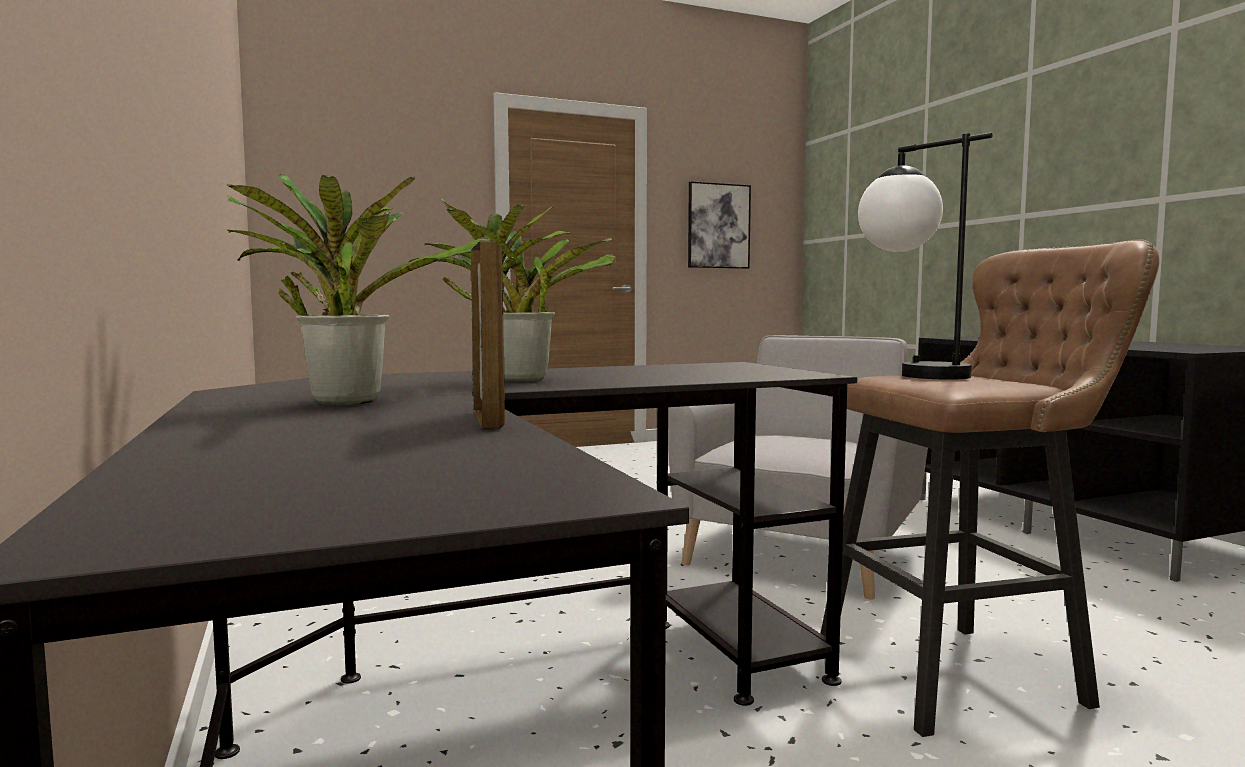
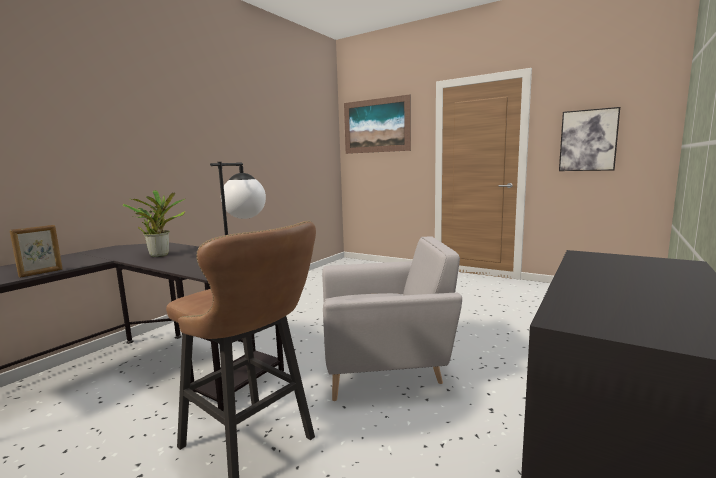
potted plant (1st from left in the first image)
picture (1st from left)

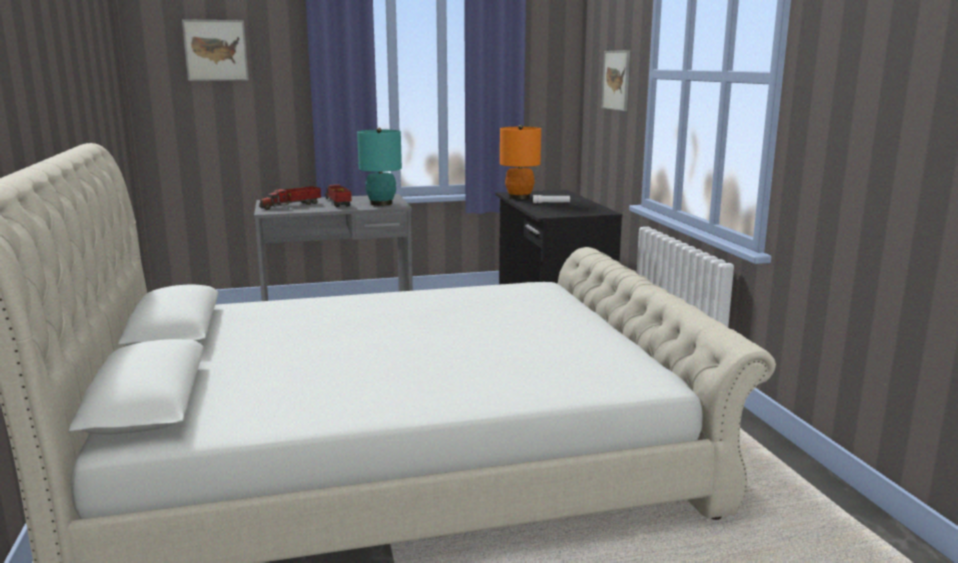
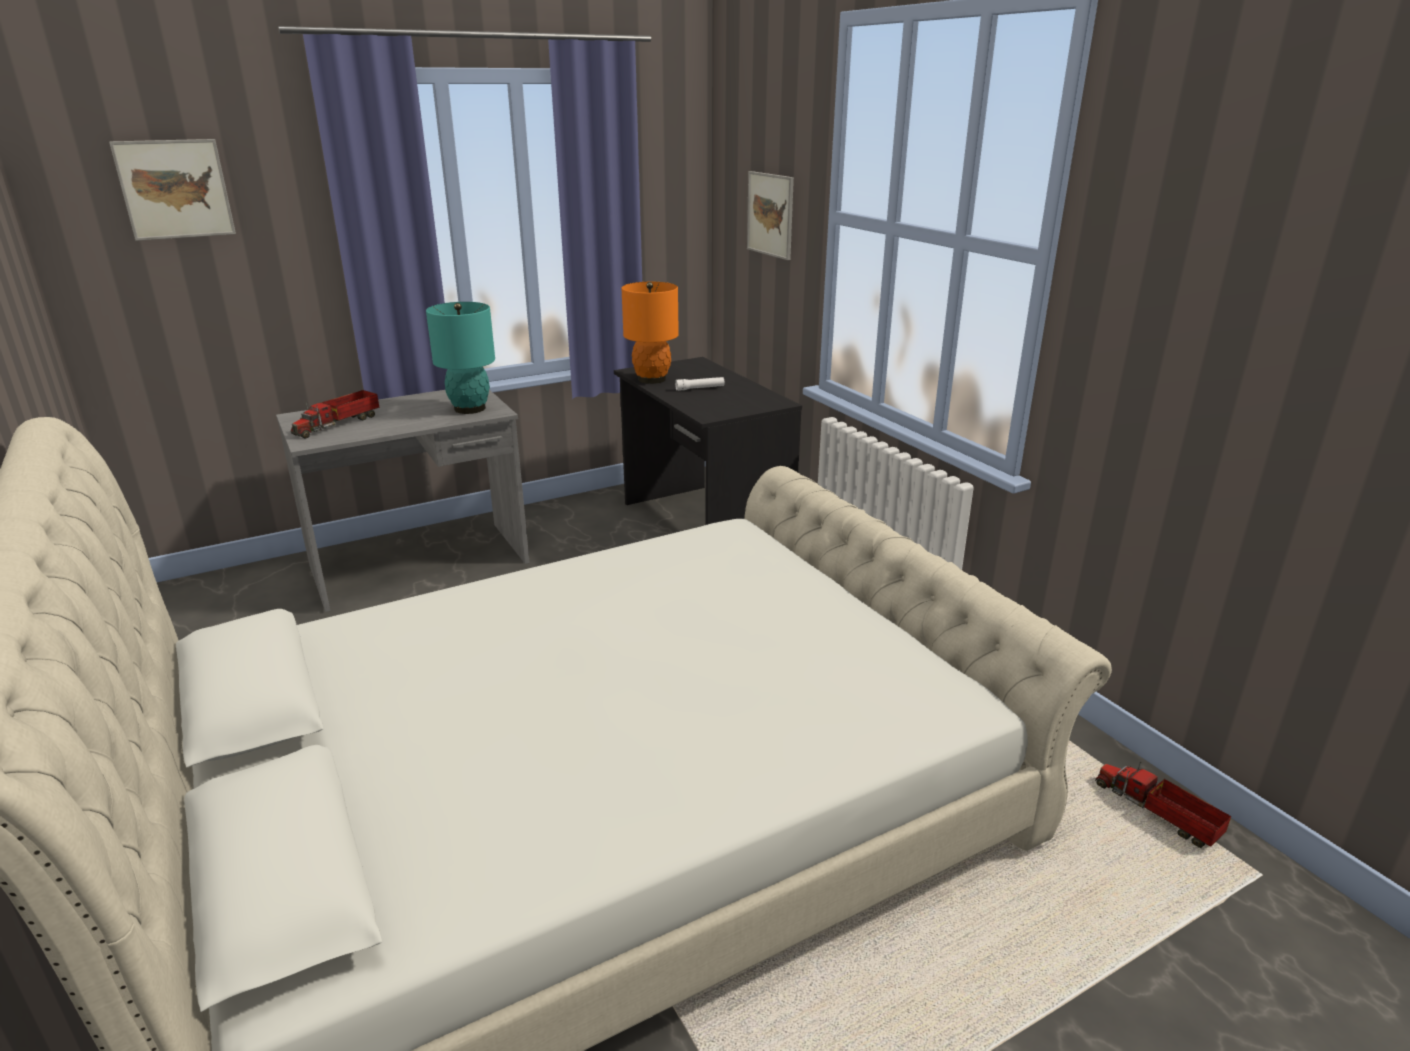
toy truck (2nd from left)

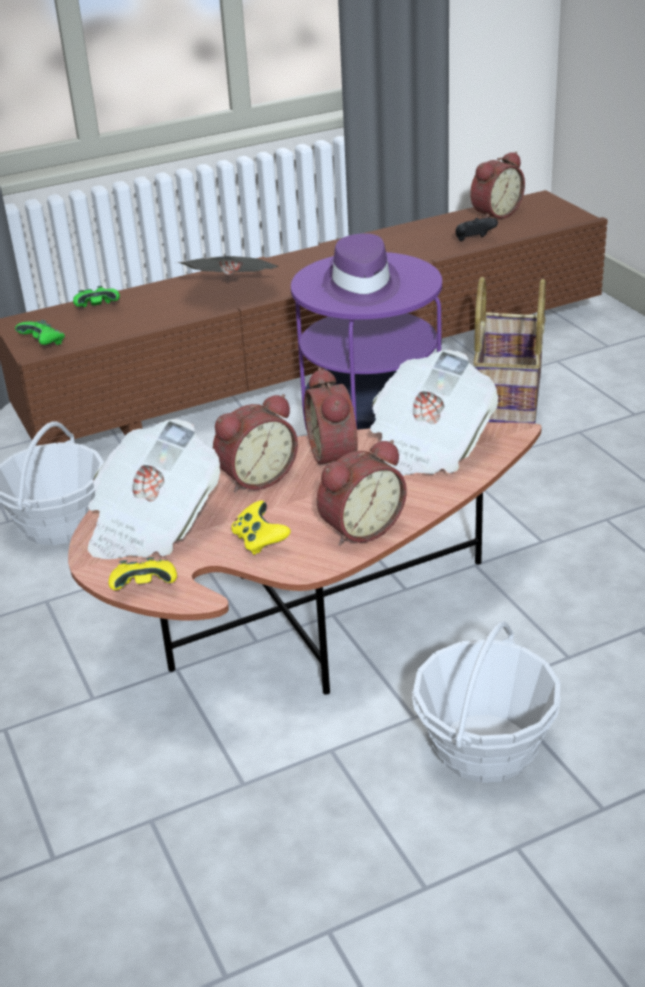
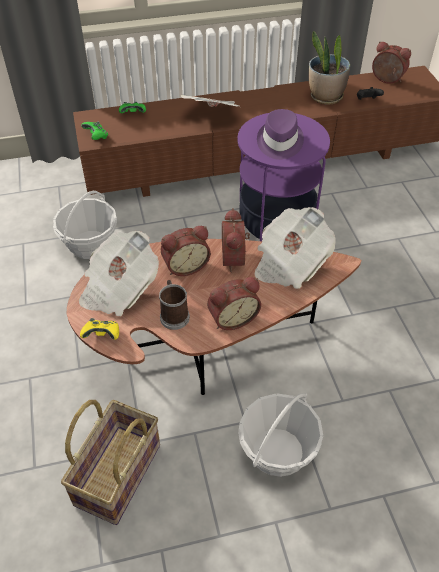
potted plant
basket (2nd from left)
mug
alarm clock (4th from left)

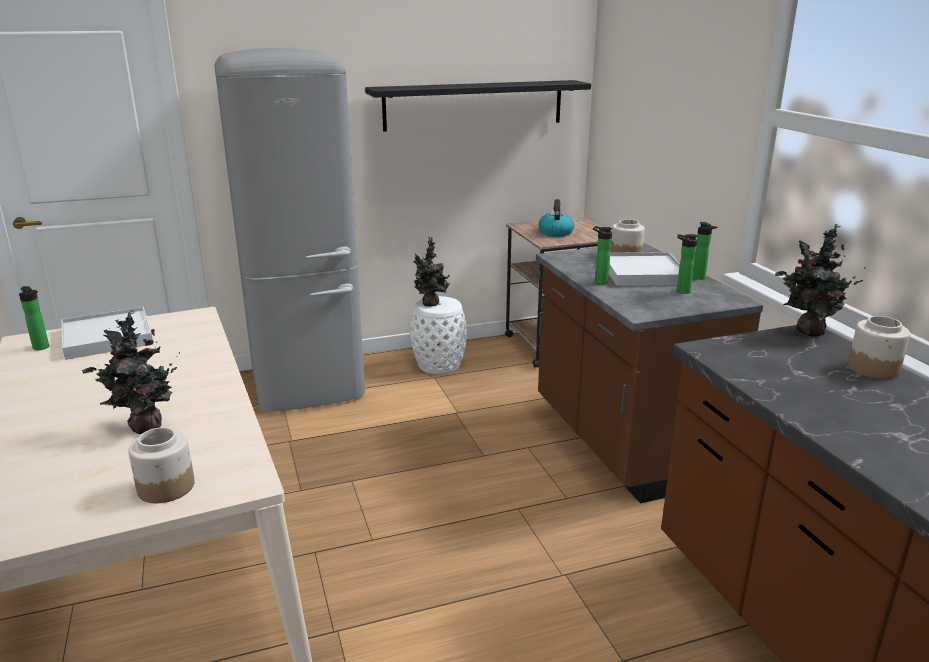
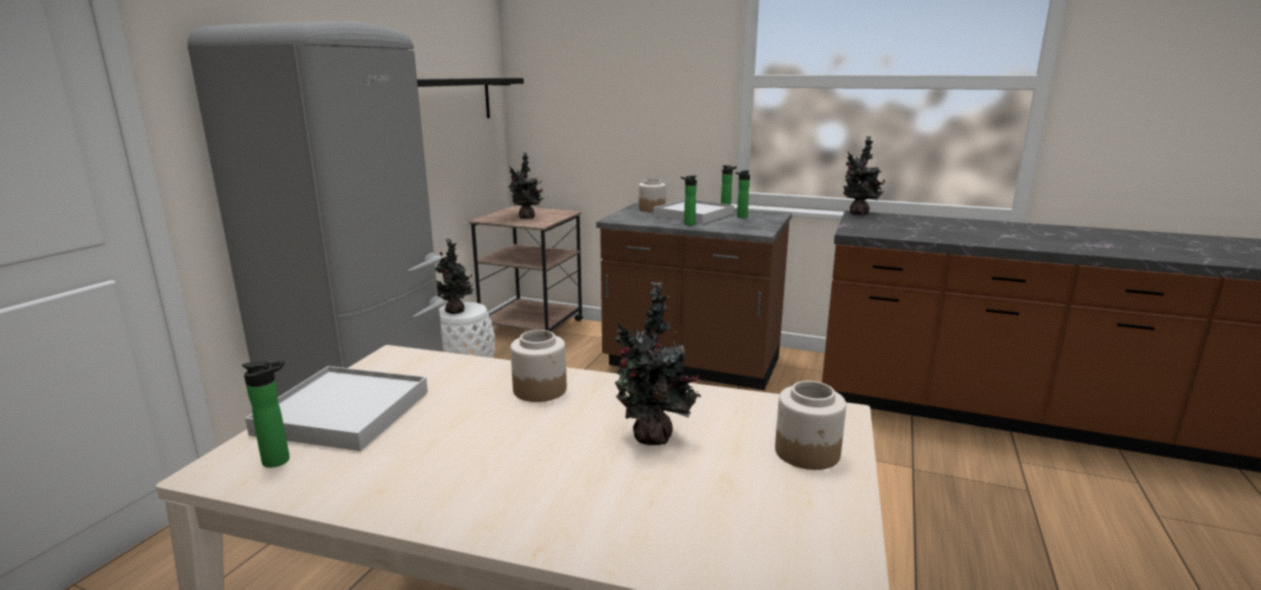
jar (1st from left)
potted plant (2nd from left)

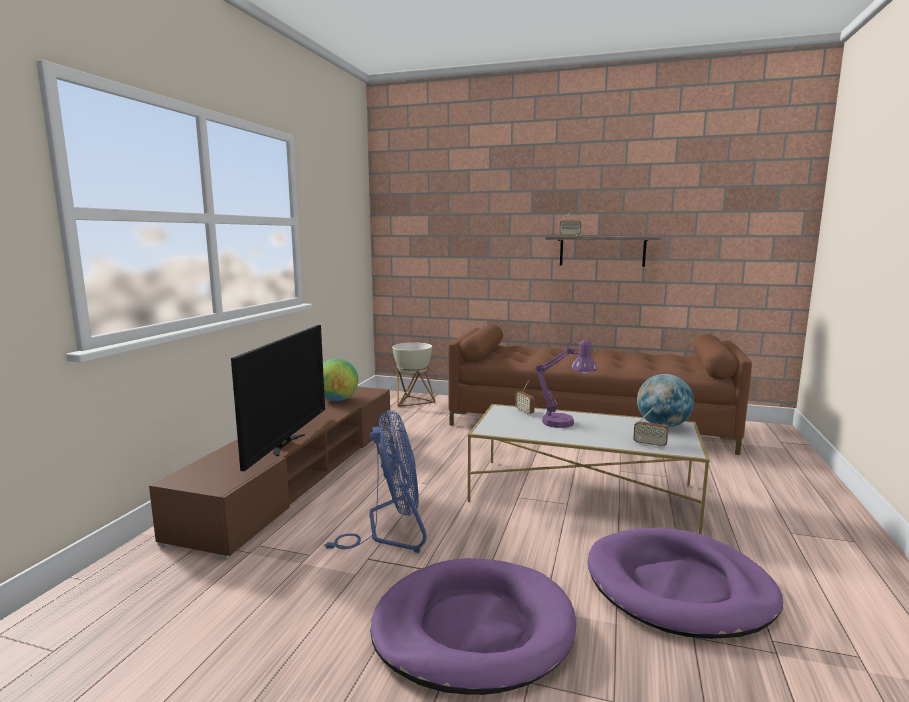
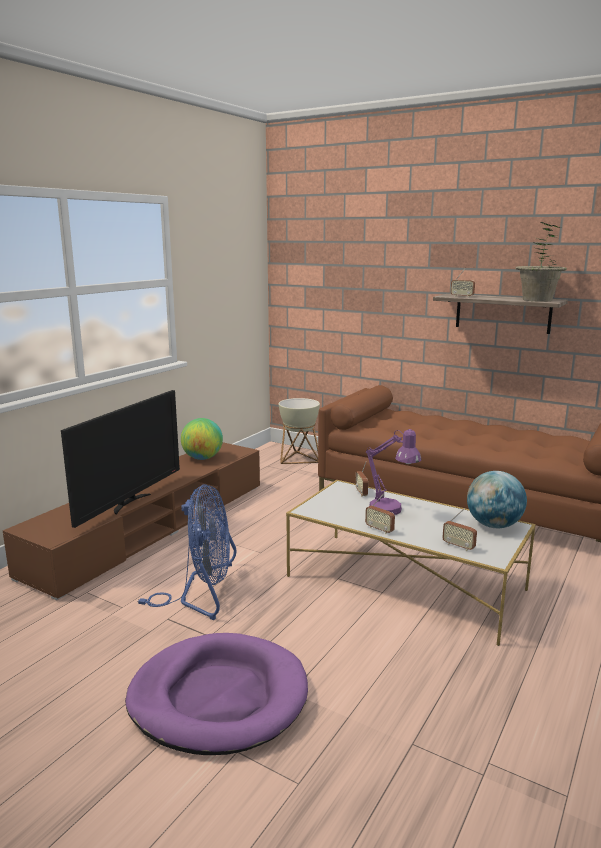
purple dog bed (2nd from left in the first image)
radio (2nd from left)
potted plant

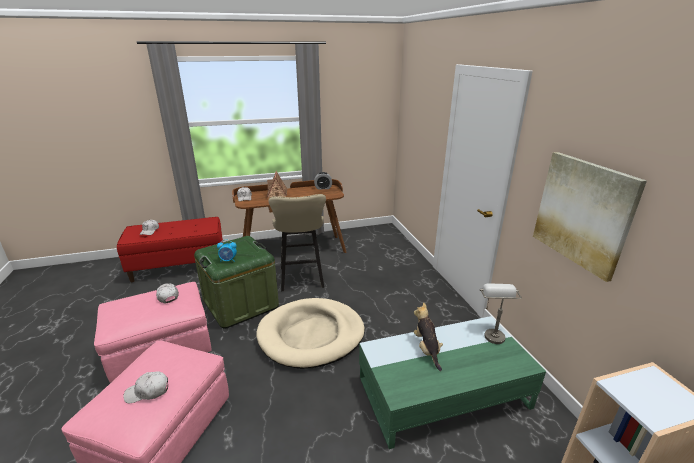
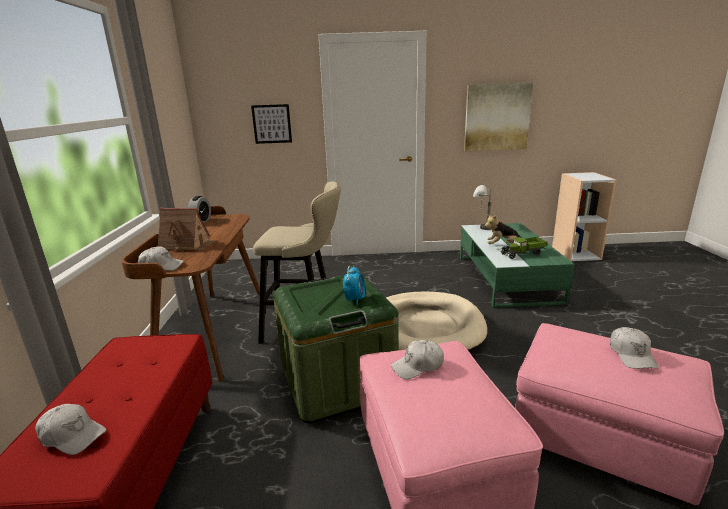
picture (1st from left)
toy truck

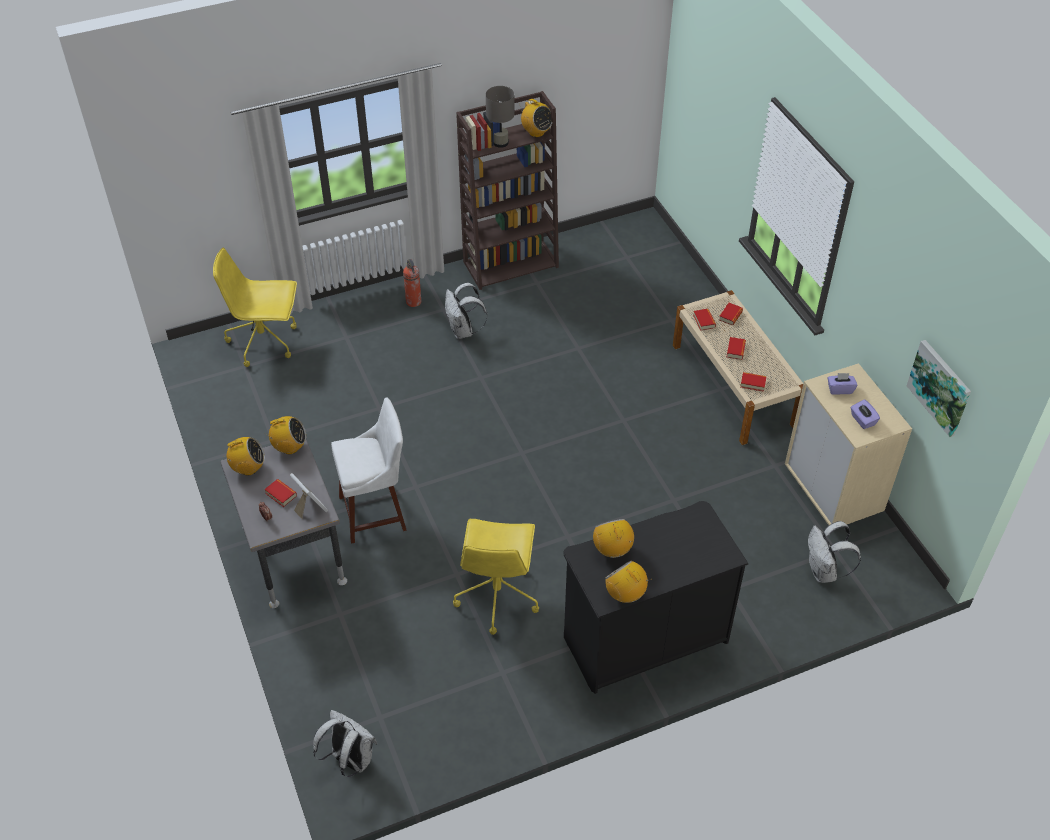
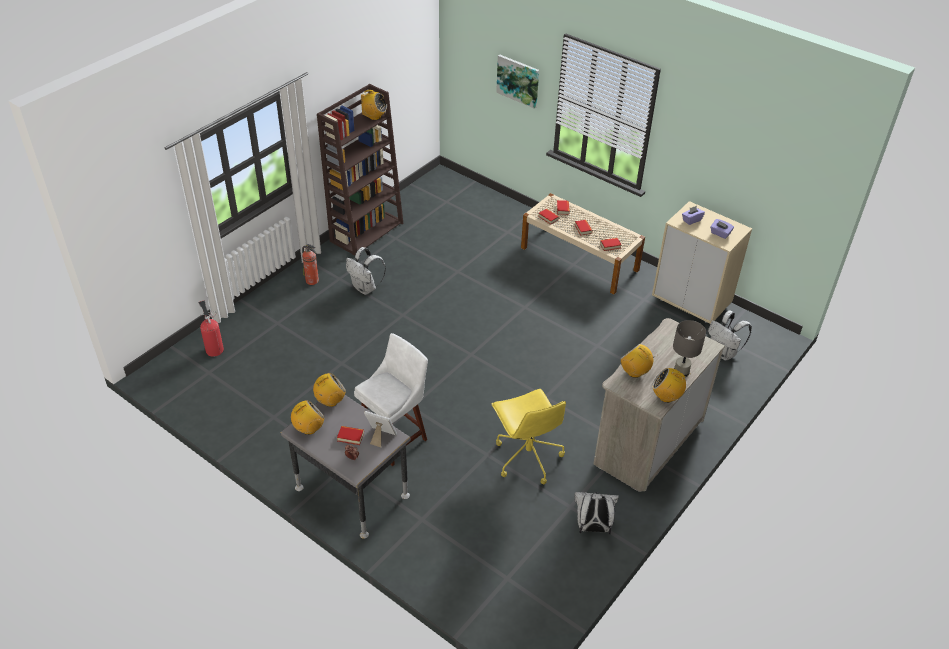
white backpack (2nd from left)
grey table lamp
picture
fire extinguisher (1st from left)
beige dresser

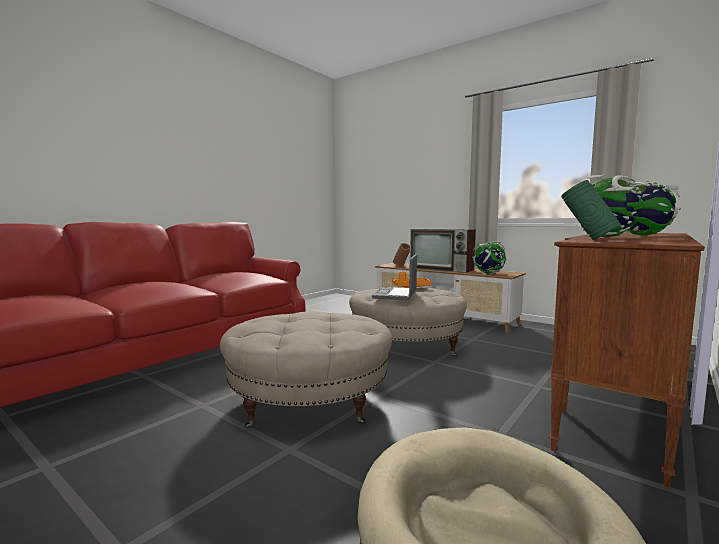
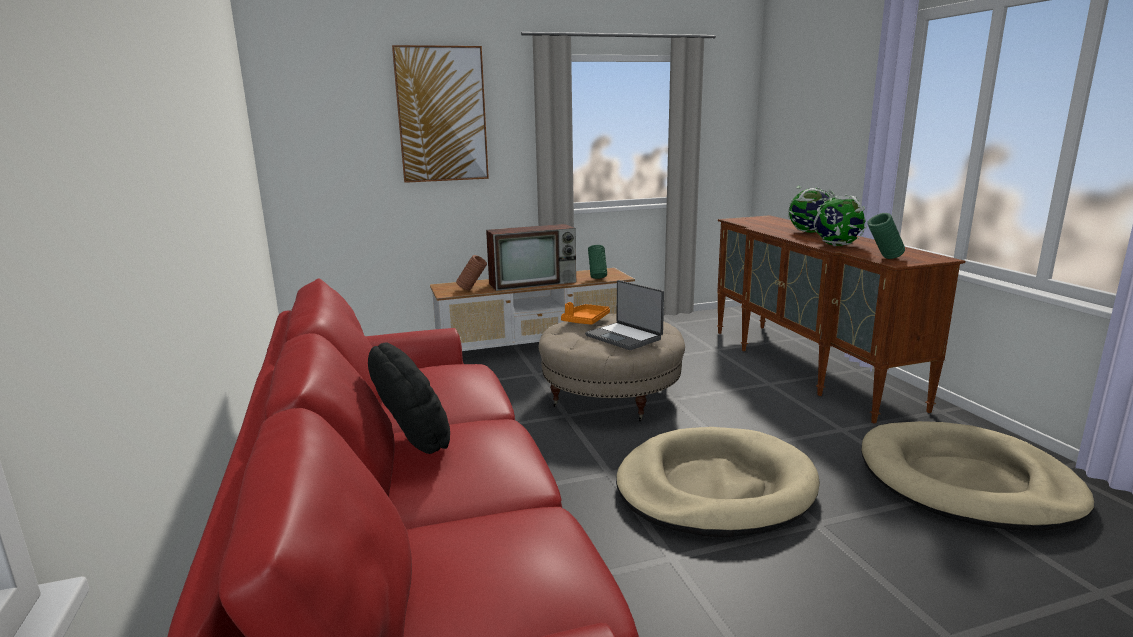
black pillow
picture
beige dog bed (1st from left)
green vase (1st from left)

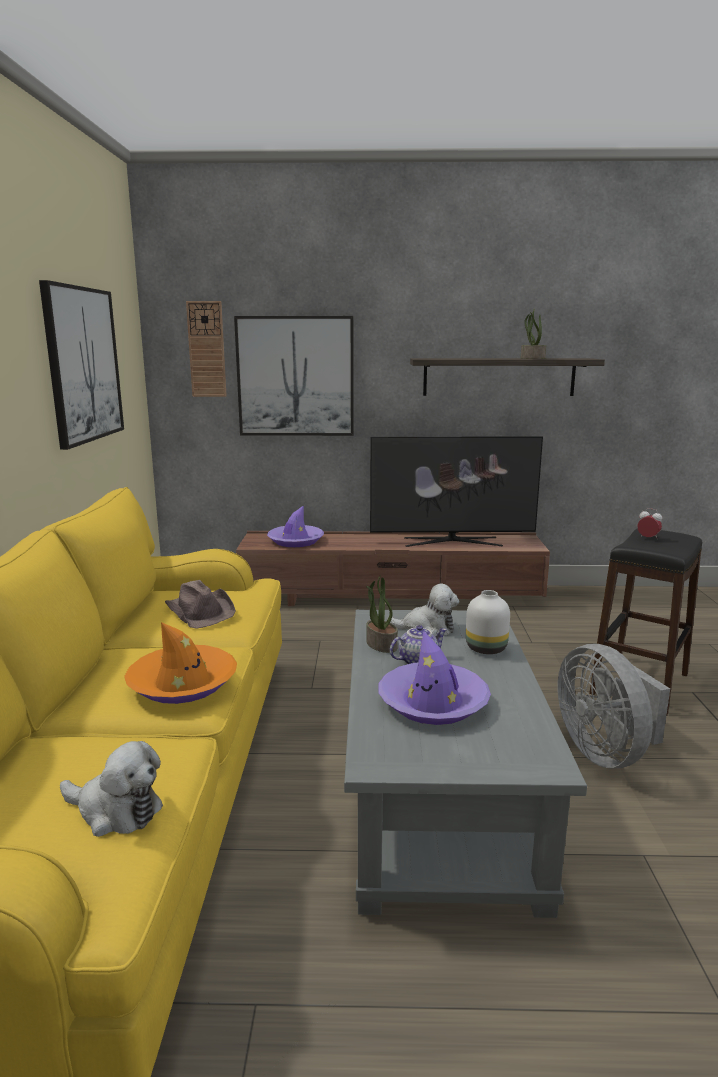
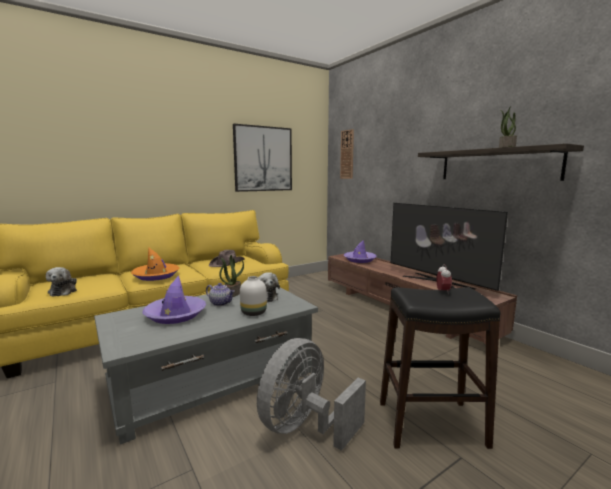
picture (2nd from left in the first image)

